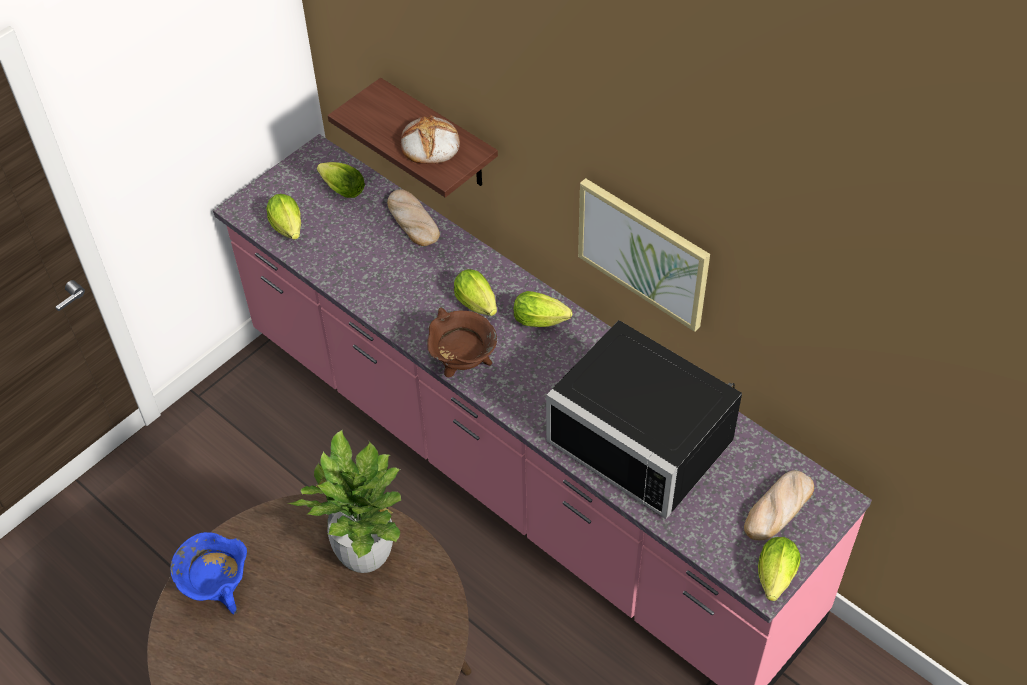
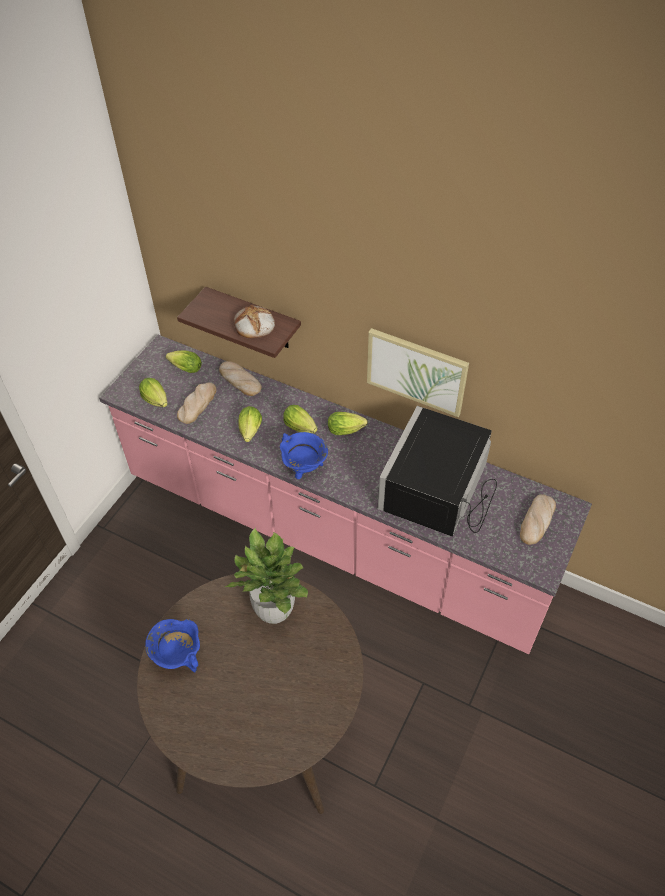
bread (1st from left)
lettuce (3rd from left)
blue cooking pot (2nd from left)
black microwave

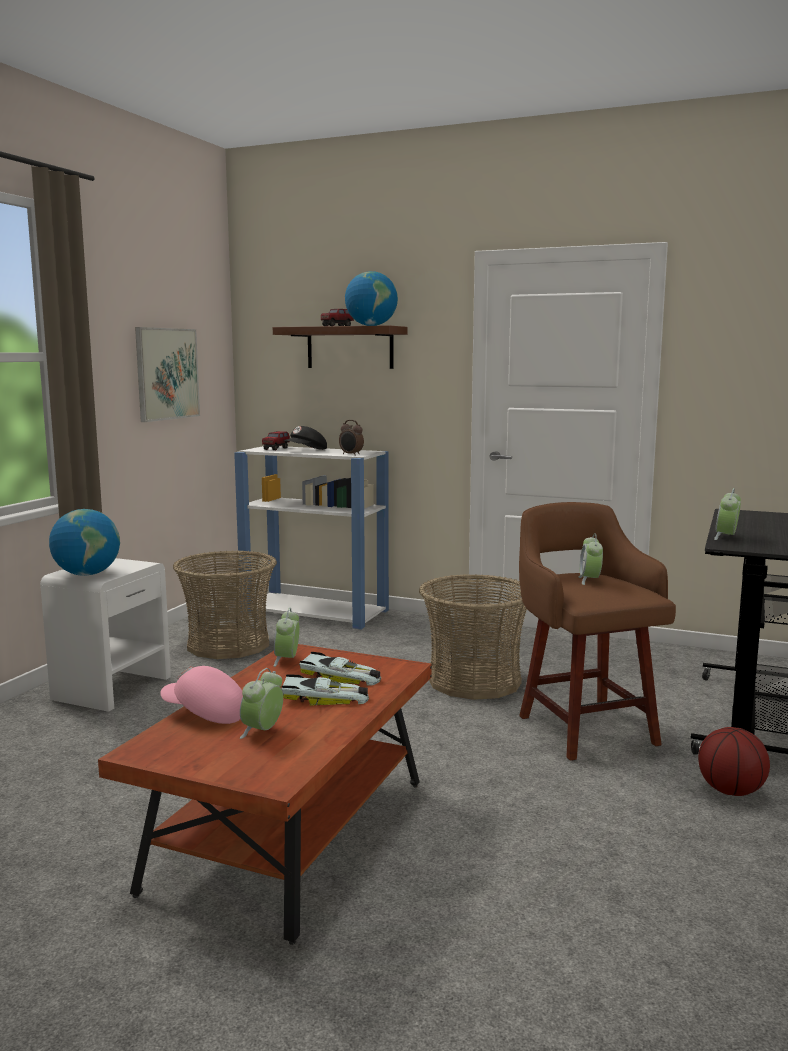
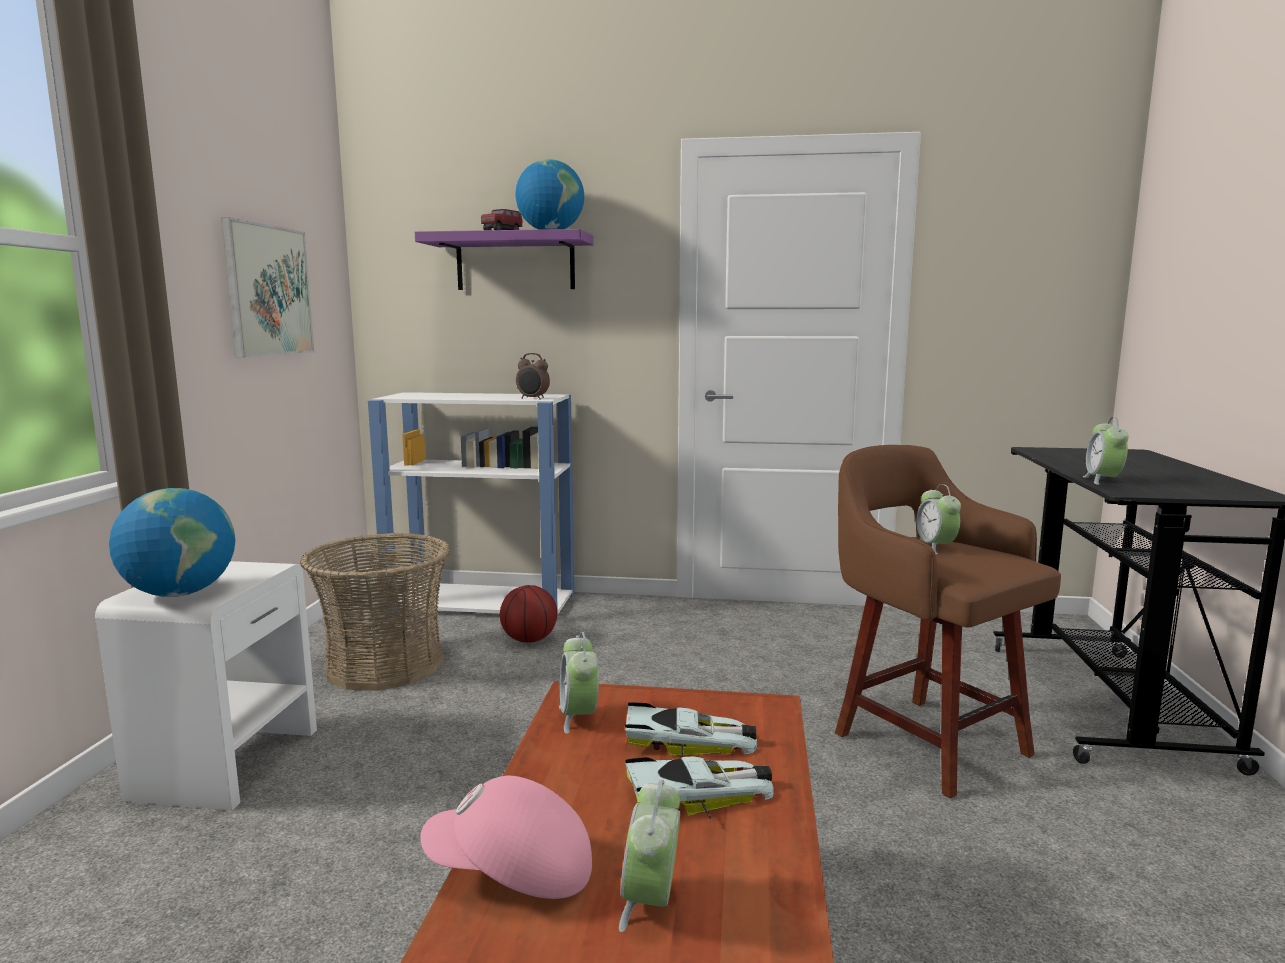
toy truck (1st from left in the first image)
black cap
basket (2nd from left in the first image)
basketball
purple shelf

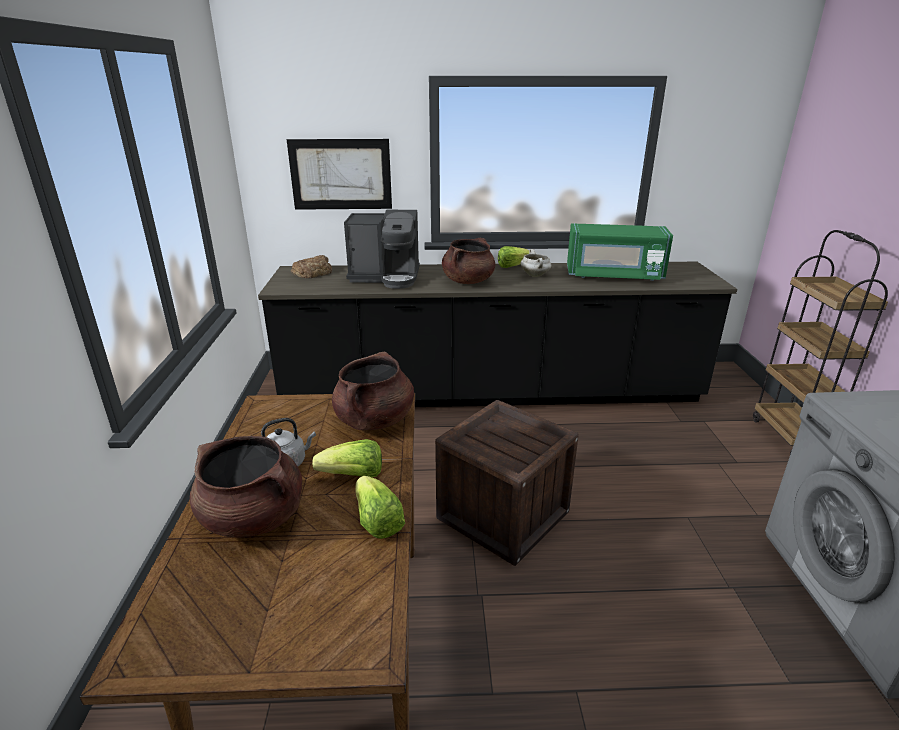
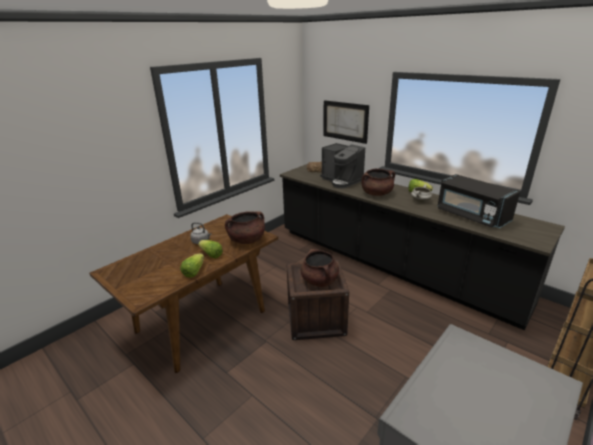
brown cooking pot (2nd from left)
black microwave

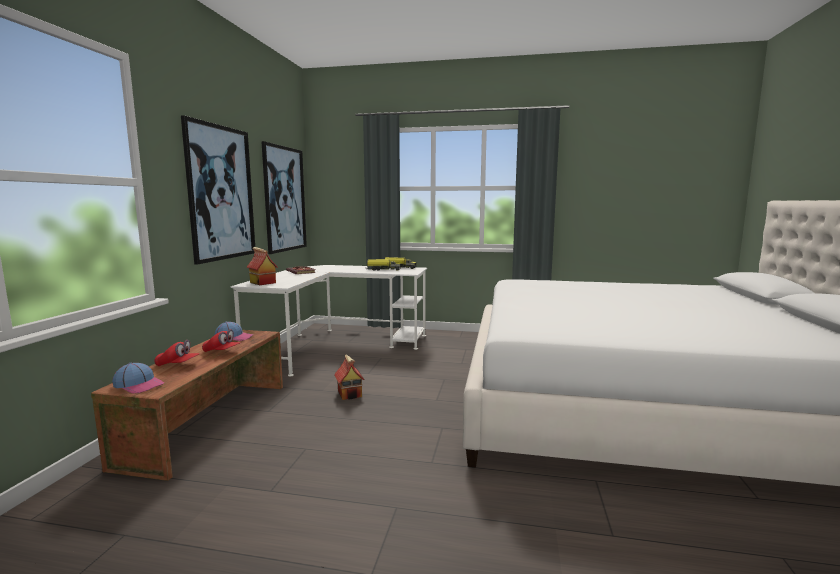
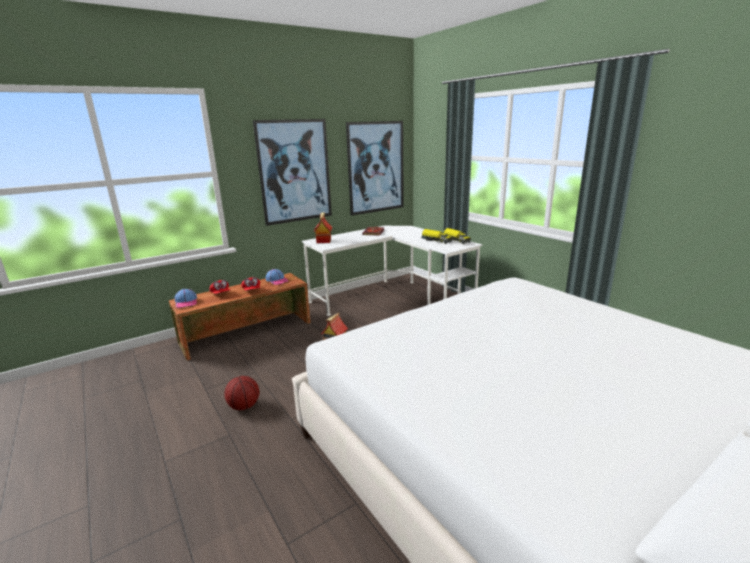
basketball

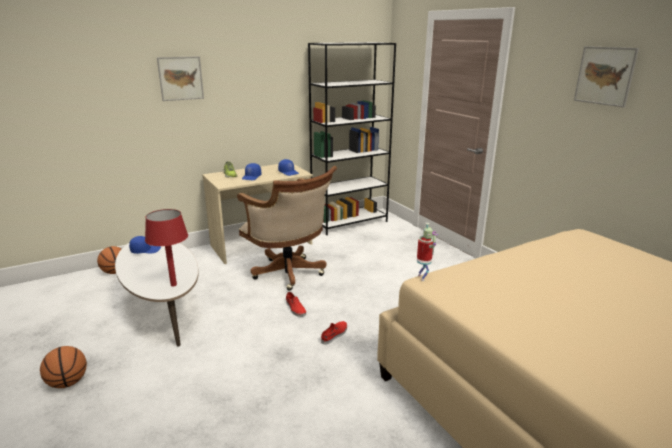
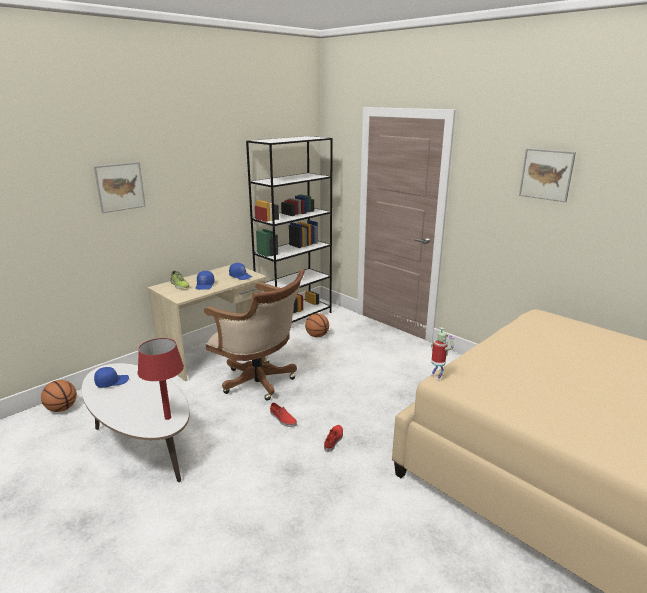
basketball (2nd from left)

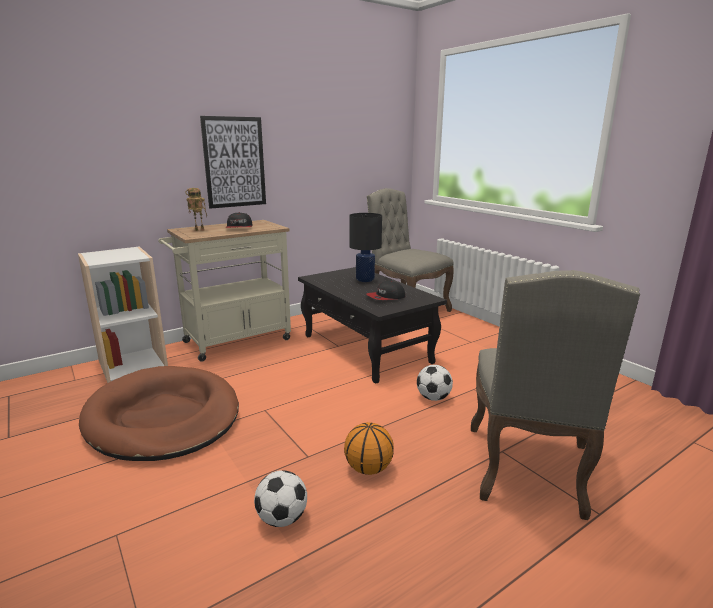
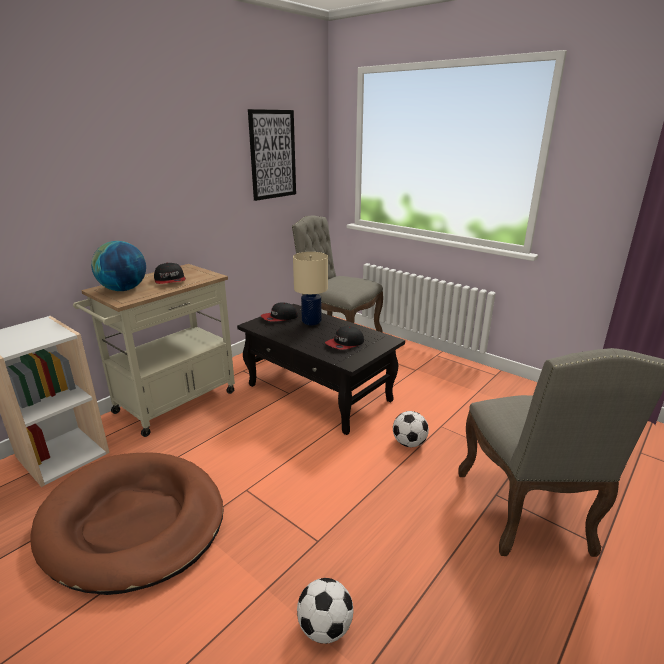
basketball
cap (2nd from left)
picture
globe
beige table lamp

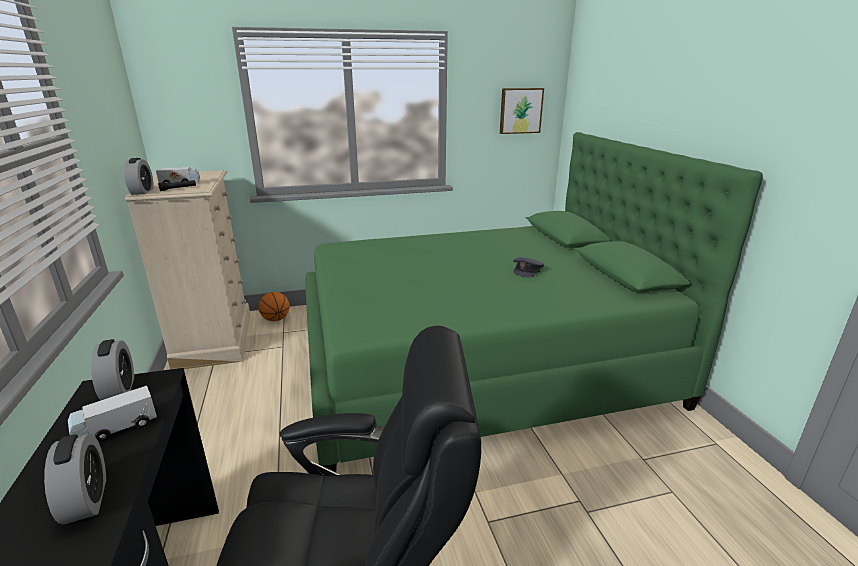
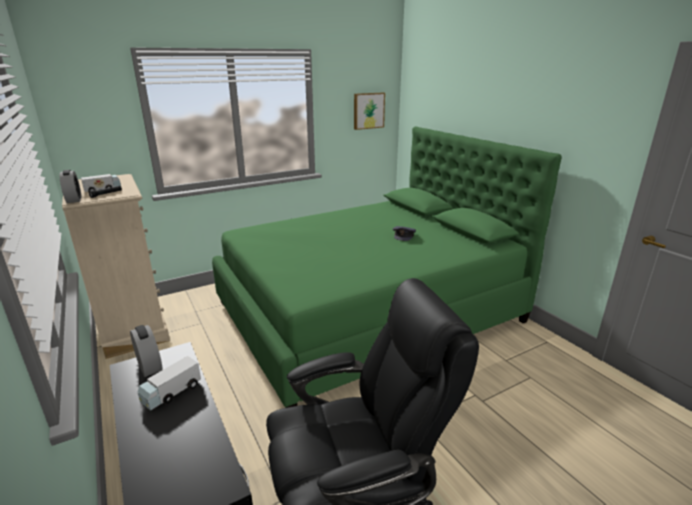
alarm clock (1st from left in the first image)
basketball

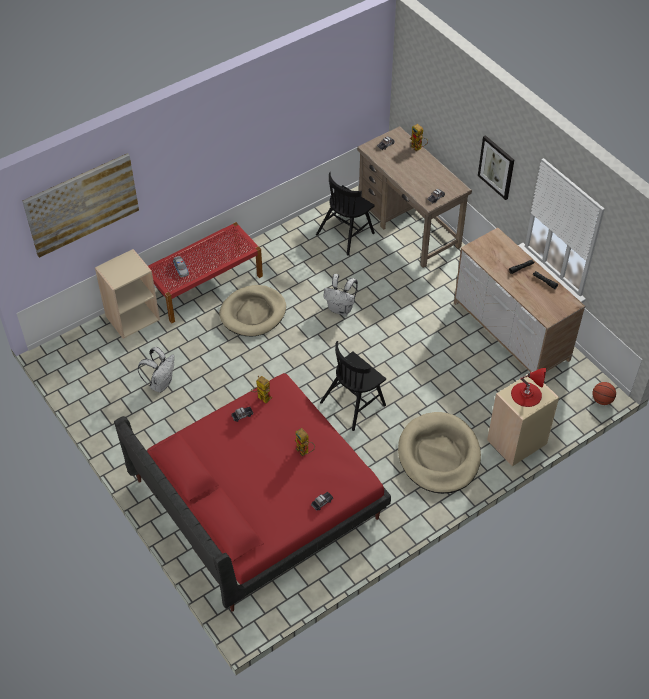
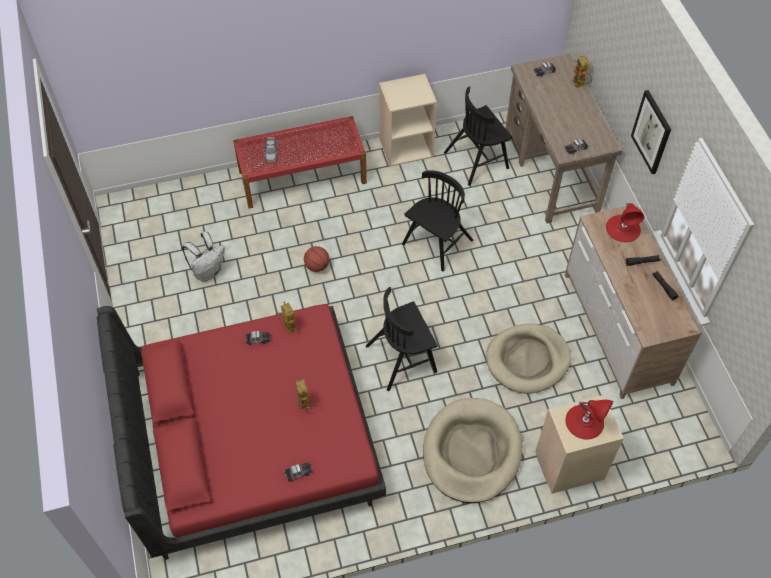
picture (1st from left in the first image)
red table lamp (2nd from left)
beige bookcase (1st from left)
beige dog bed (2nd from left)
basketball
black chair (2nd from left)

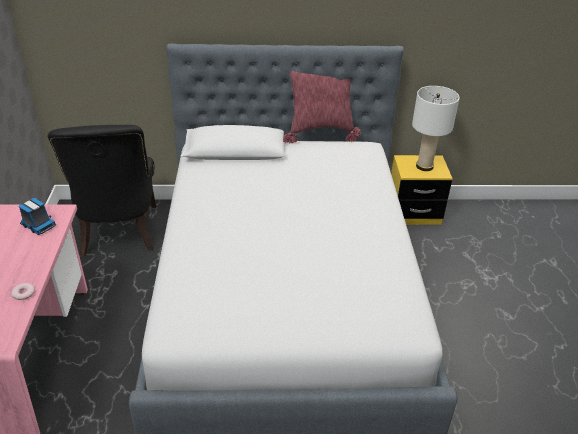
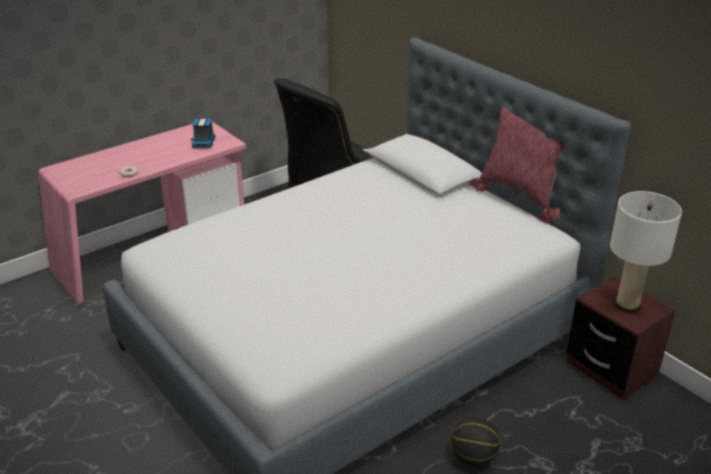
basketball
brown nightstand

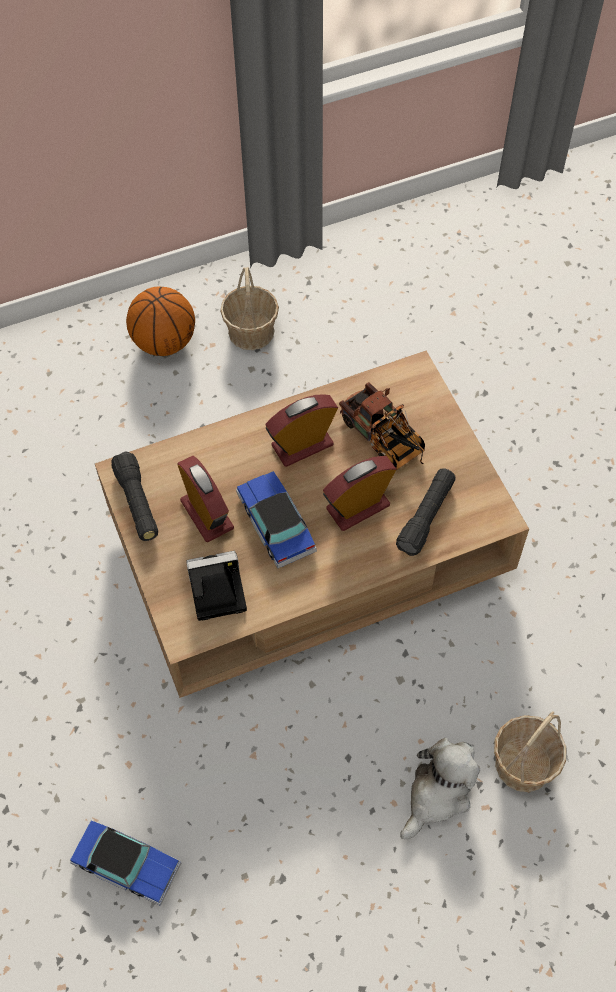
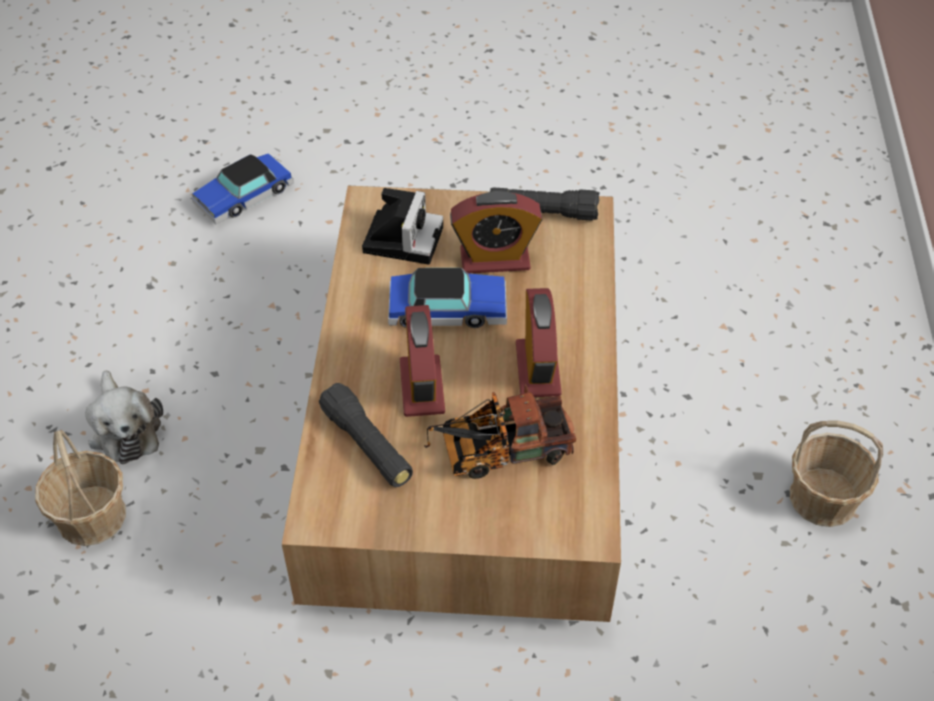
basketball

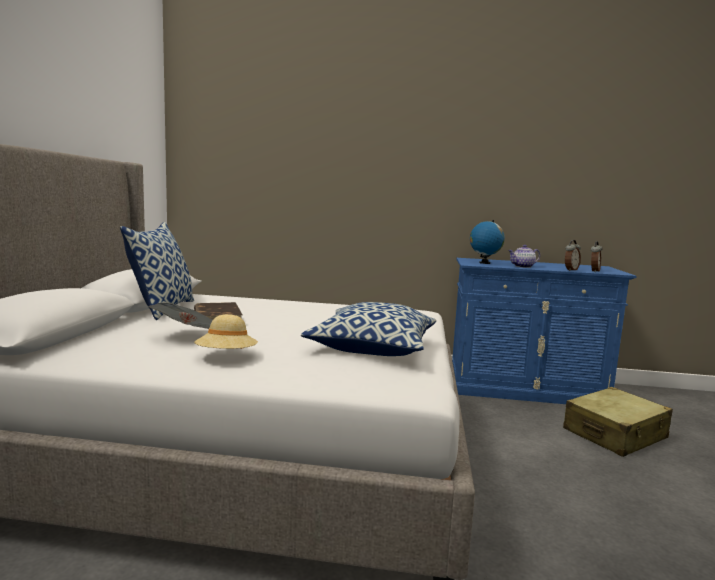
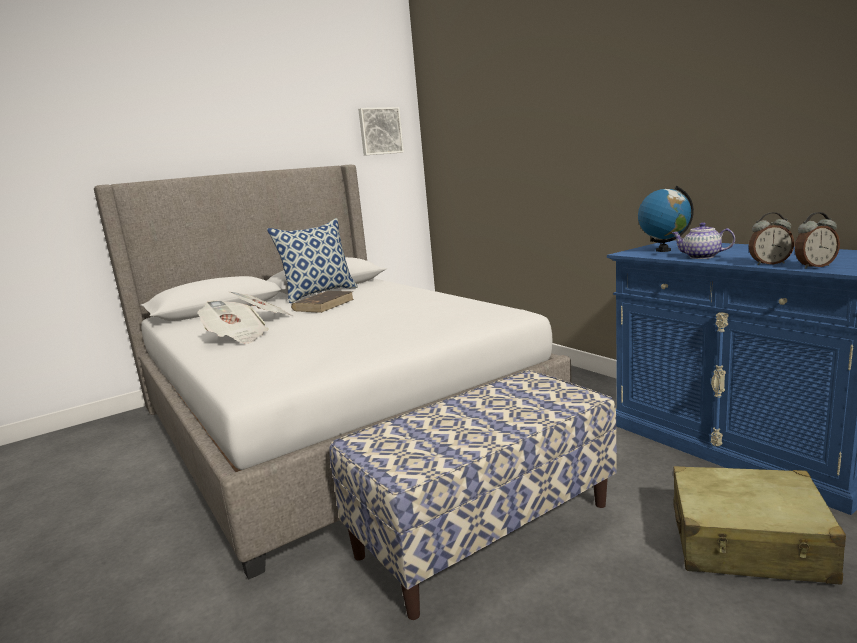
pillow (2nd from left in the first image)
bench
picture
newspaper (1st from left)

